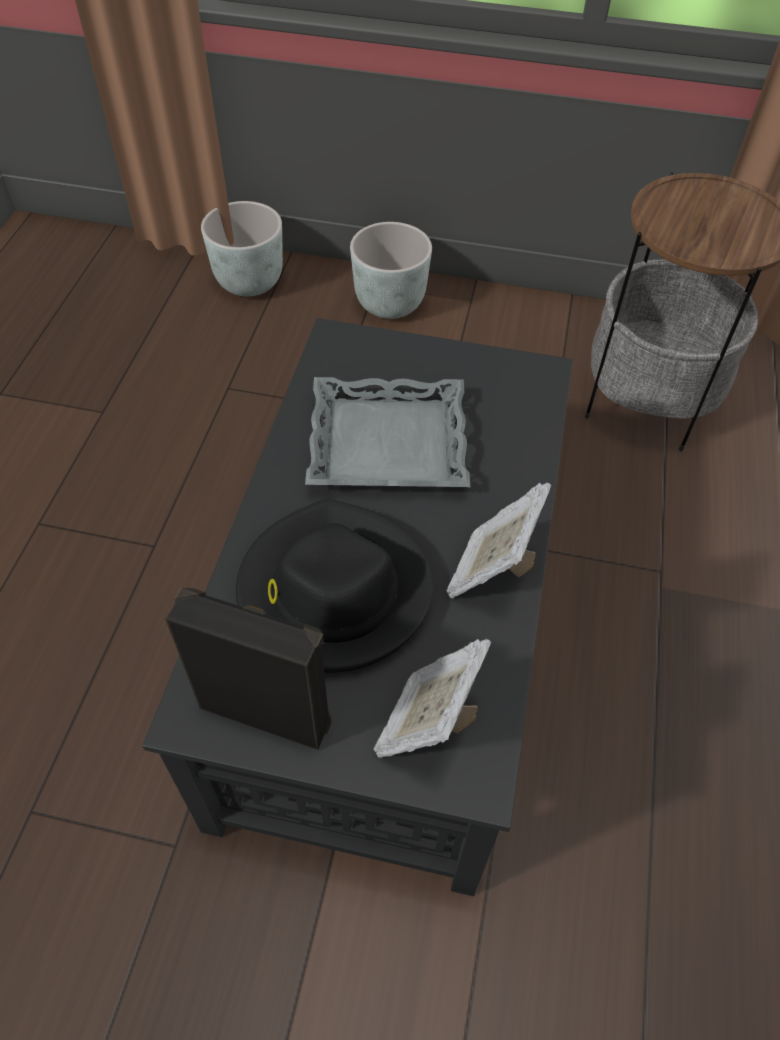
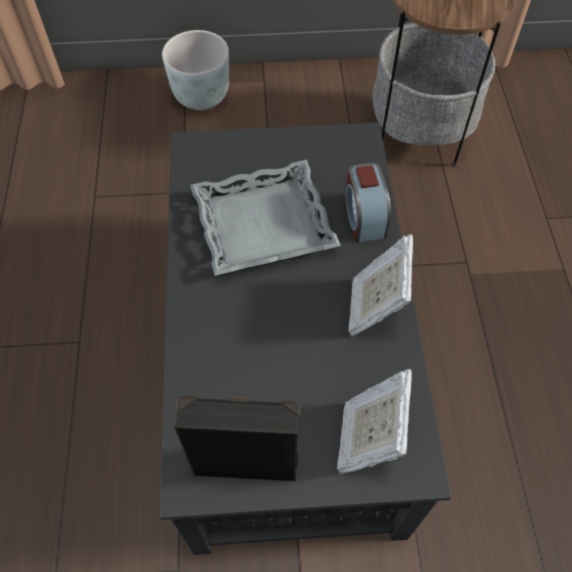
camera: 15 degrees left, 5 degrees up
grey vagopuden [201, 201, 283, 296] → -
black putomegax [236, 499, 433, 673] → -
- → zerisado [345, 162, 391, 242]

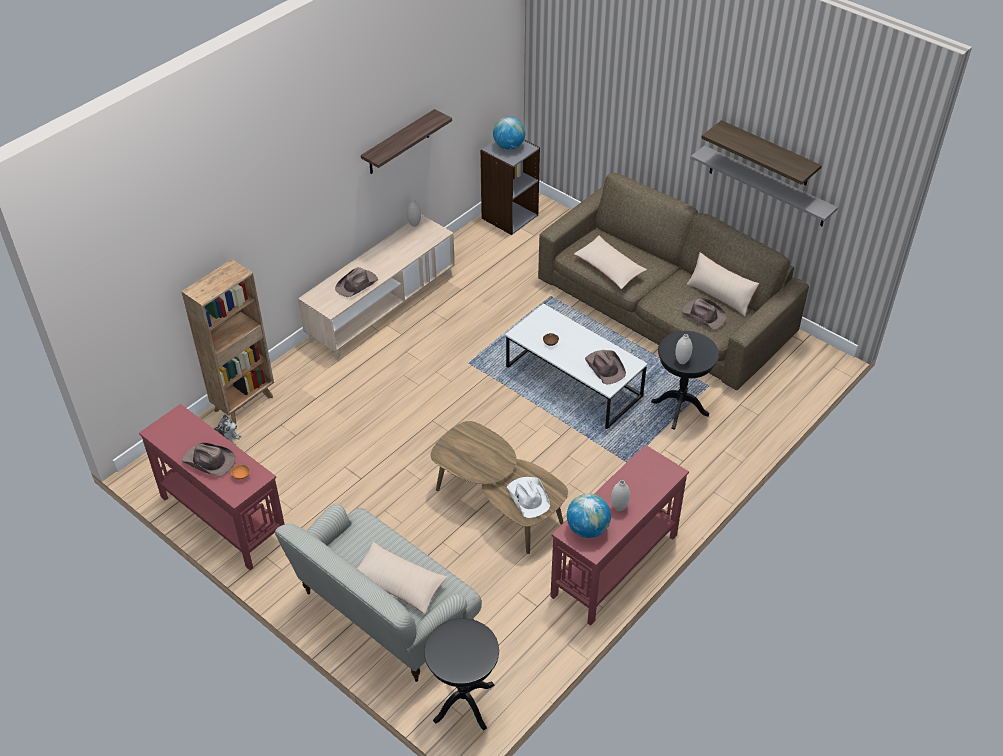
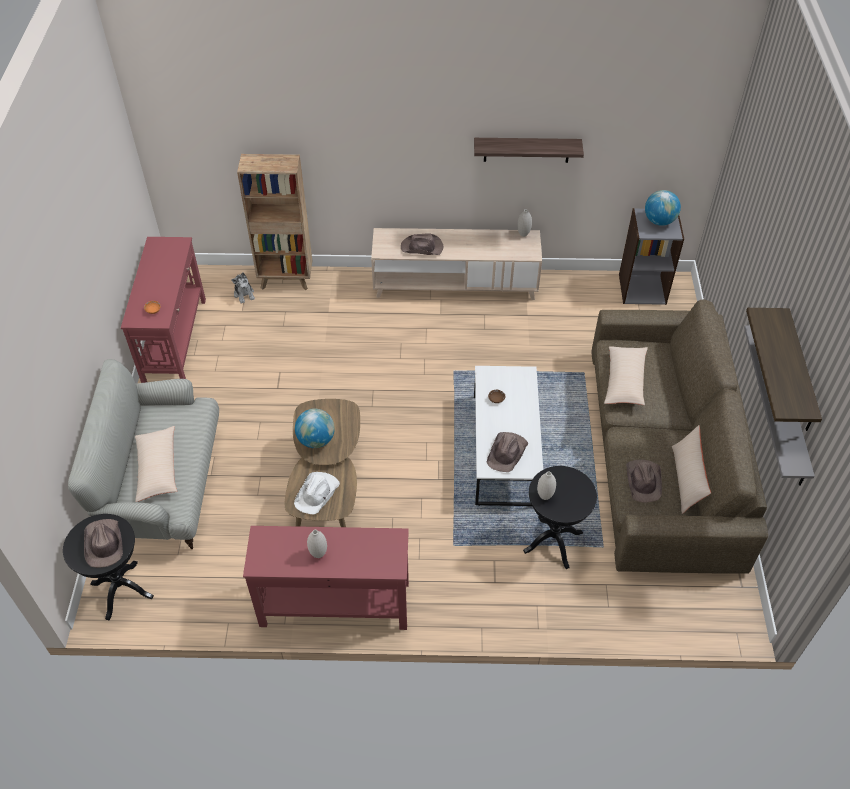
camera: 50 degrees right, 5 degrees up
brown putomegax [182, 442, 235, 477] → brown putomegax [84, 519, 123, 568], shifted
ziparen [567, 493, 611, 538] → ziparen [295, 409, 335, 448], shifted

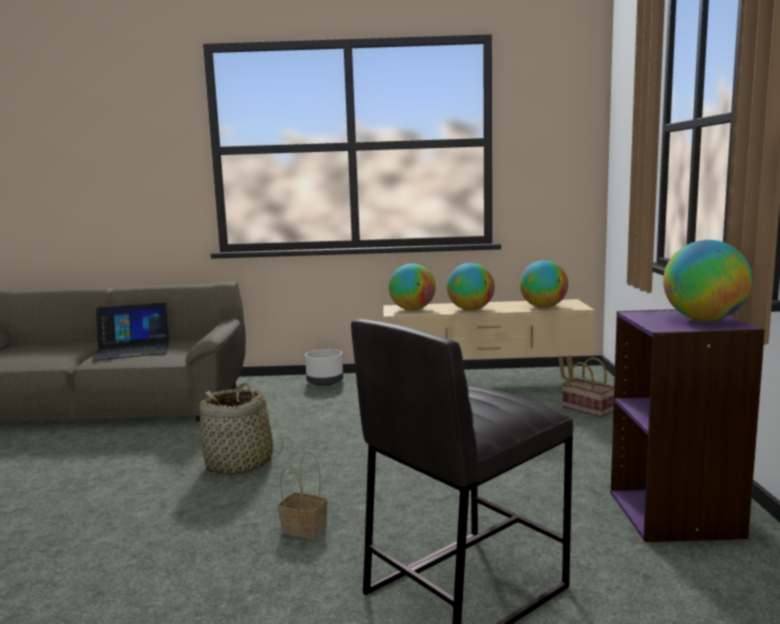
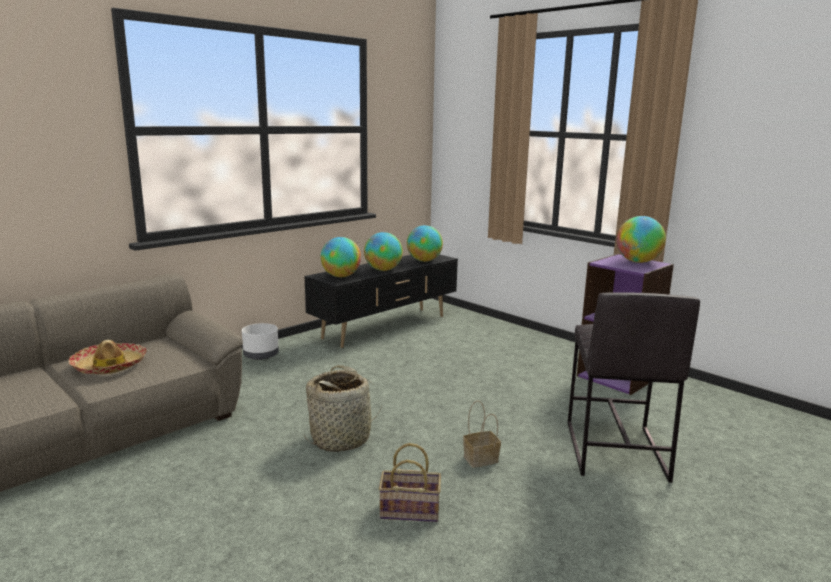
camera: 45 degrees left, 5 degrees up
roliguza [93, 302, 169, 361] → putomegax [69, 340, 147, 374]
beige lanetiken [383, 299, 595, 379] → black lanetiken [305, 254, 458, 348]
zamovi [562, 357, 614, 418] → zamovi [379, 443, 441, 522], shifted

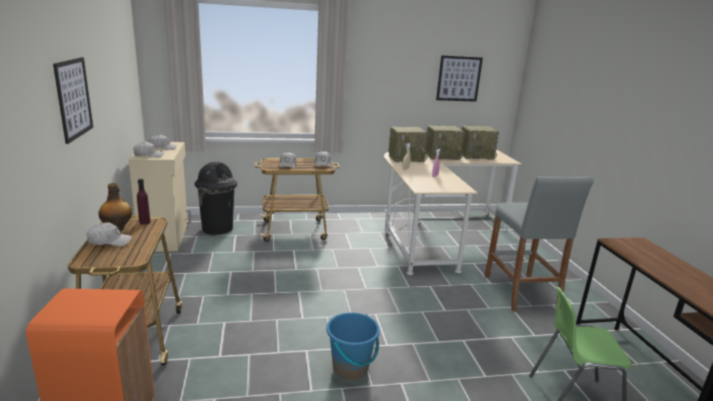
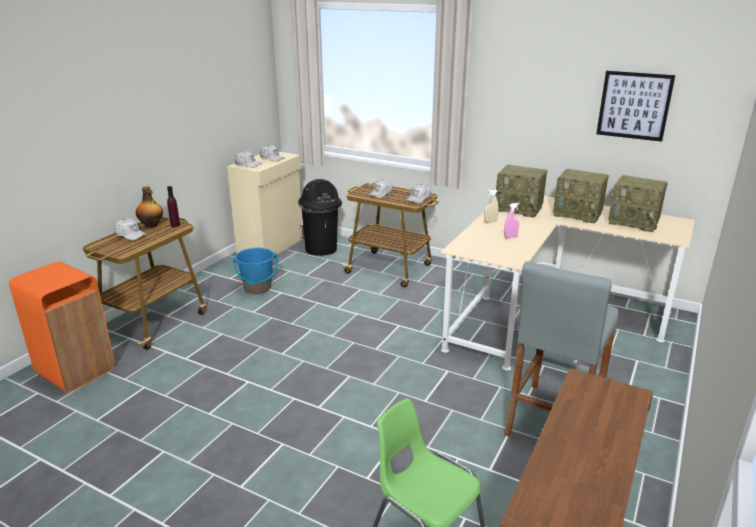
camera: 40 degrees right, 5 degrees up
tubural [53, 57, 93, 144] → -
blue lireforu [326, 312, 380, 380] → blue lireforu [233, 248, 278, 294], shifted

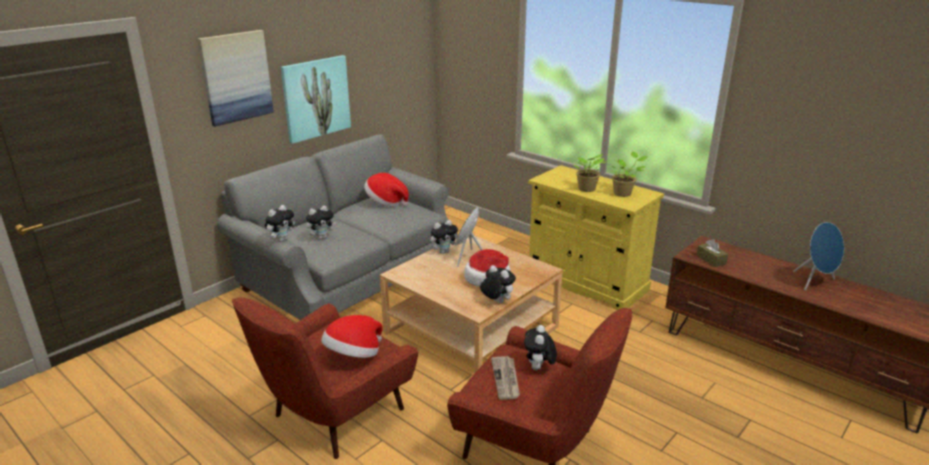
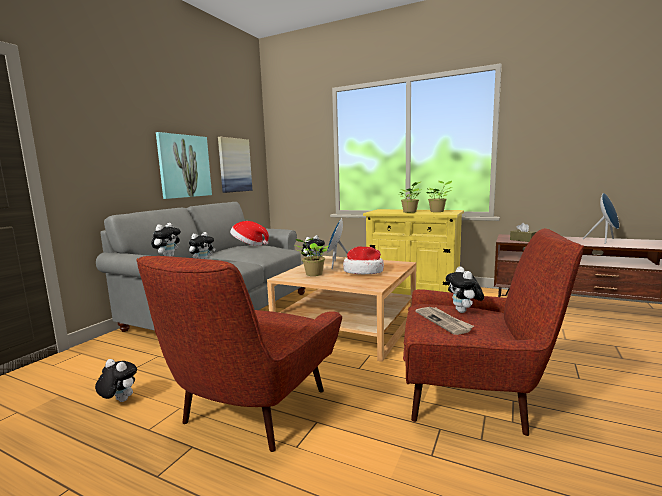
camera: 15 degrees left, 15 degrees down
tubural [198, 30, 274, 127] → tubural [218, 137, 252, 193], shifted
putomegax [321, 315, 383, 358] → -
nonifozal [480, 265, 516, 303] → nonifozal [95, 359, 137, 402], shifted
- → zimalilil [295, 238, 329, 276]

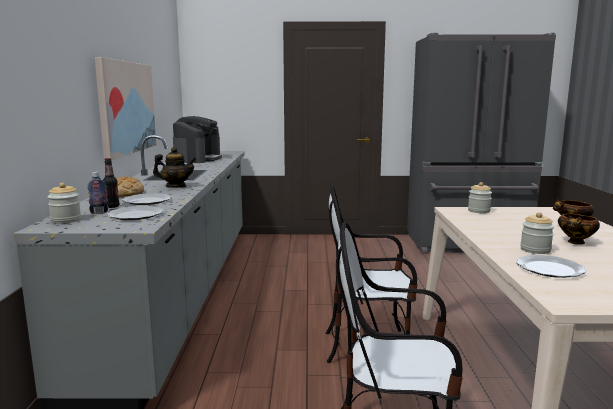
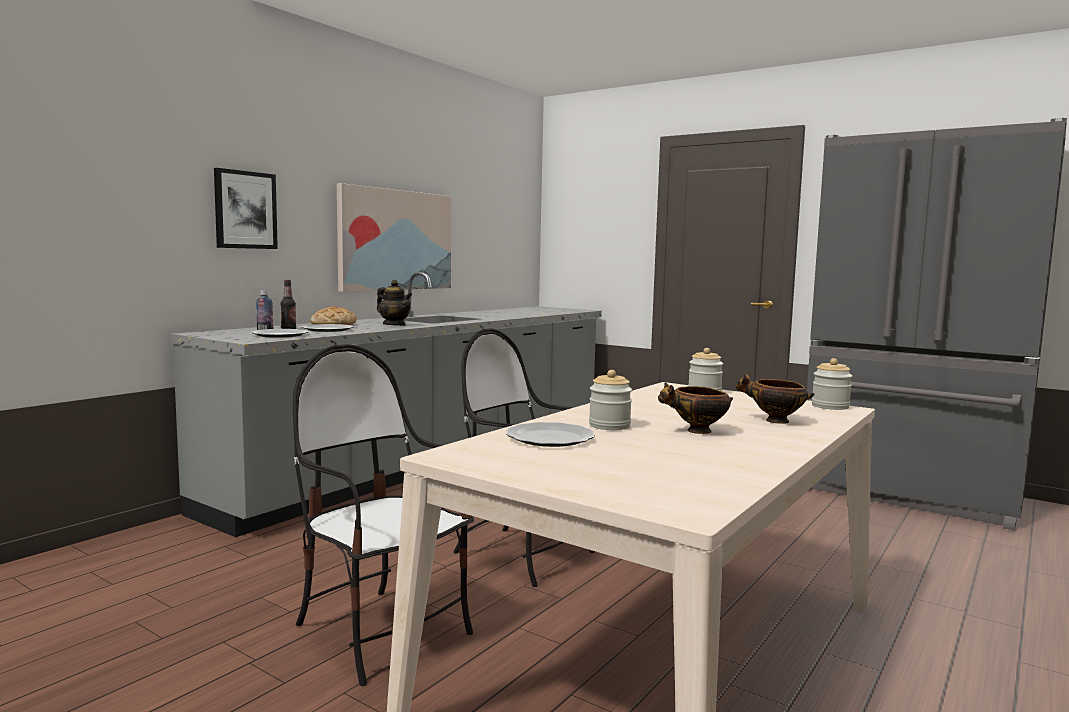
camera: 35 degrees right, 5 degrees down
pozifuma [47, 183, 81, 224] → pozifuma [812, 358, 852, 410], shifted
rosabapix [173, 116, 222, 163] → -
- → tubural [214, 168, 278, 249]

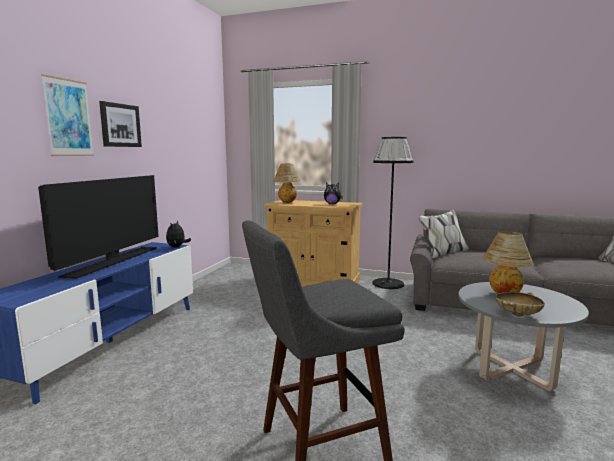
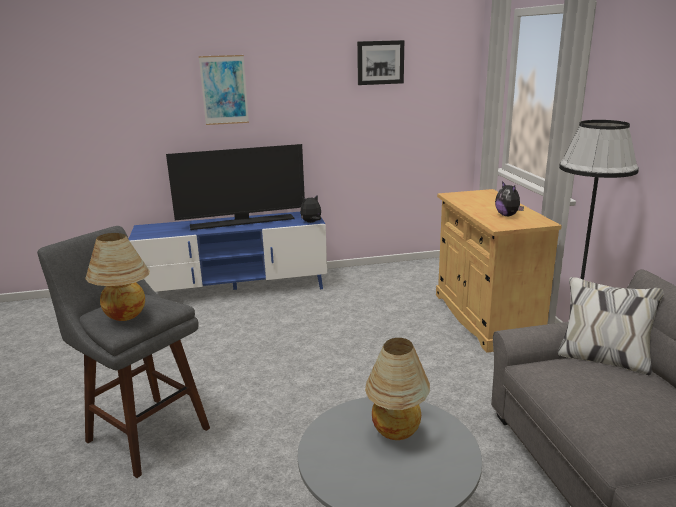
camera: 60 degrees right, 10 degrees up
tubural [99, 101, 142, 147] → tubural [357, 40, 404, 85], shifted
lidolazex [273, 164, 300, 203] → lidolazex [85, 233, 149, 321], shifted
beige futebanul [495, 292, 545, 317] → -

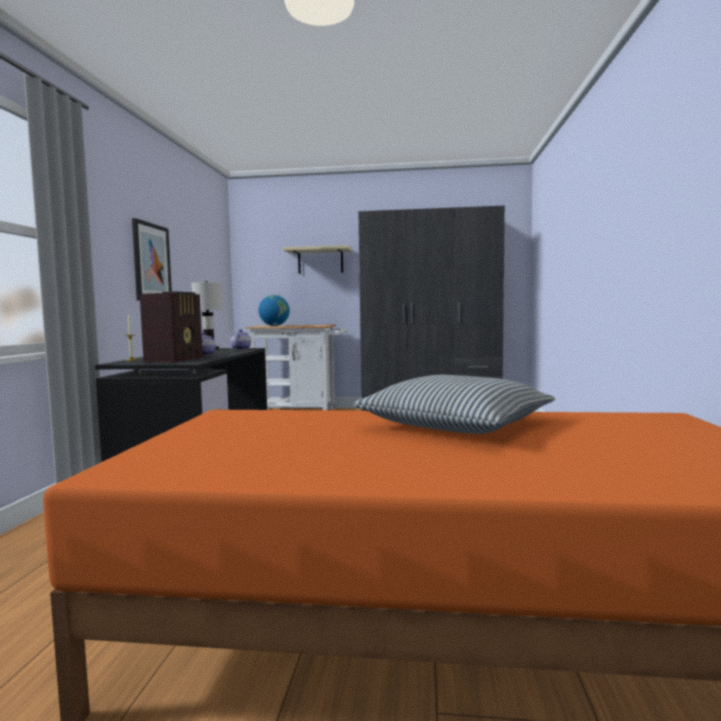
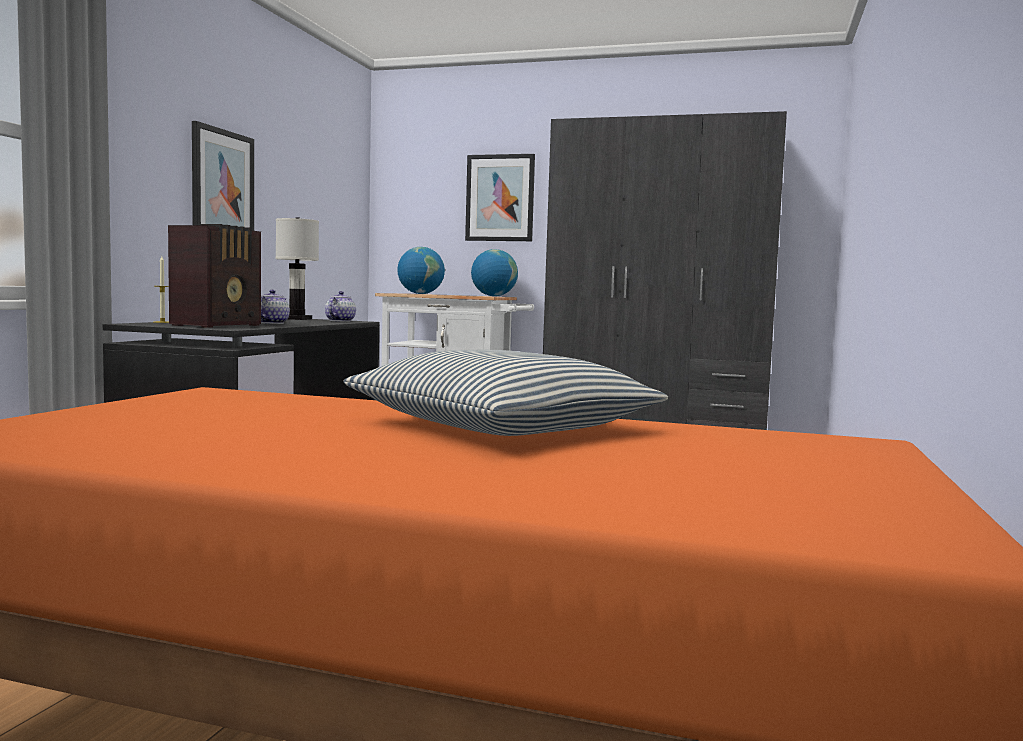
camera: 10 degrees right, 0 degrees up
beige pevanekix [282, 245, 352, 274] → tubural [465, 154, 535, 241]
- → ziparen [471, 249, 518, 296]

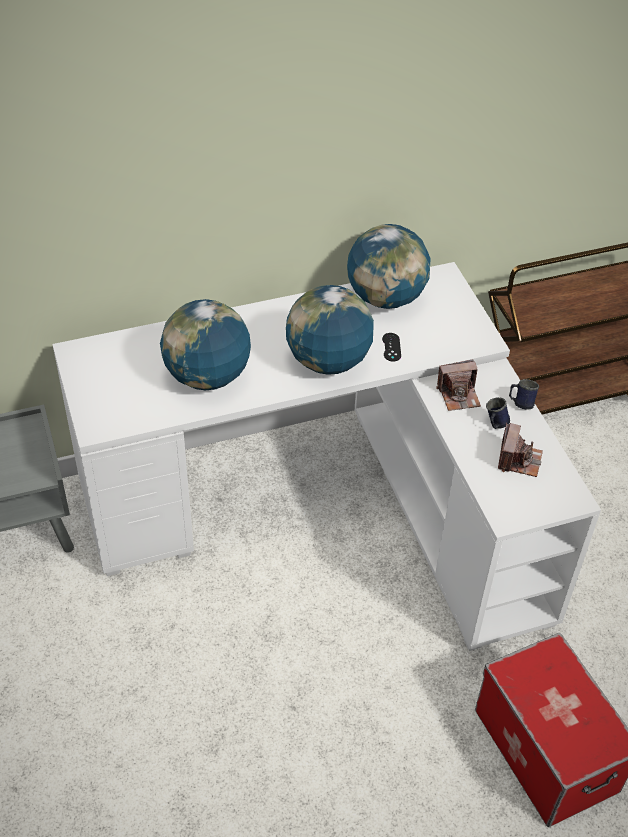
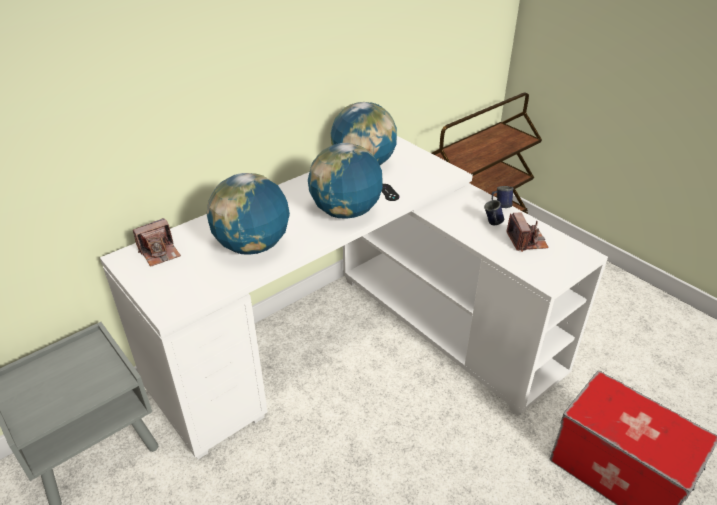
camera: 20 degrees left, 10 degrees down
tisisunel [436, 359, 481, 411] → tisisunel [133, 218, 181, 267], shifted

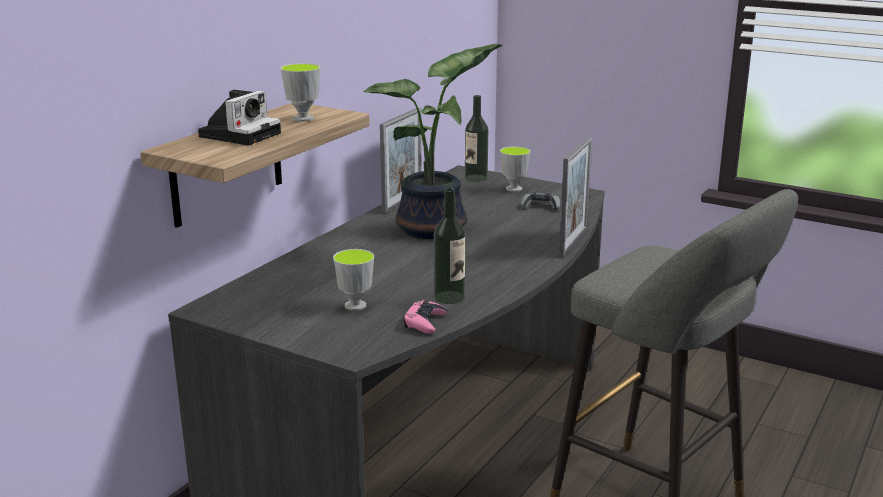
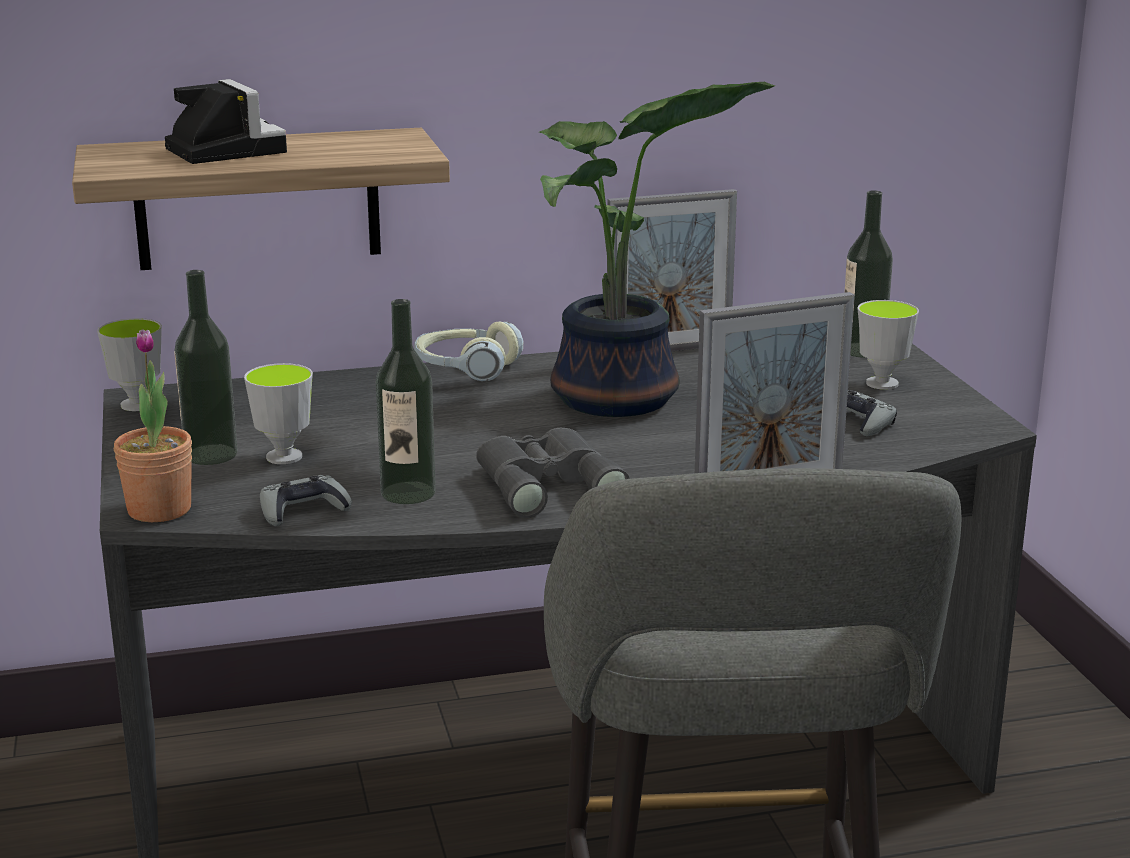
camera: 45 degrees right, 0 degrees up
tisisunel [198, 90, 281, 146] → tisisunel [165, 79, 287, 164], 105 degrees counterclockwise
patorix [280, 63, 320, 121] → patorix [97, 318, 162, 411], shifted
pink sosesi [404, 300, 448, 334] → grey sosesi [260, 475, 352, 526]
- → zimalilil [114, 330, 192, 522]
- → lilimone [174, 270, 237, 465]
- → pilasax [414, 322, 523, 382]
- → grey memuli [476, 428, 630, 518]

